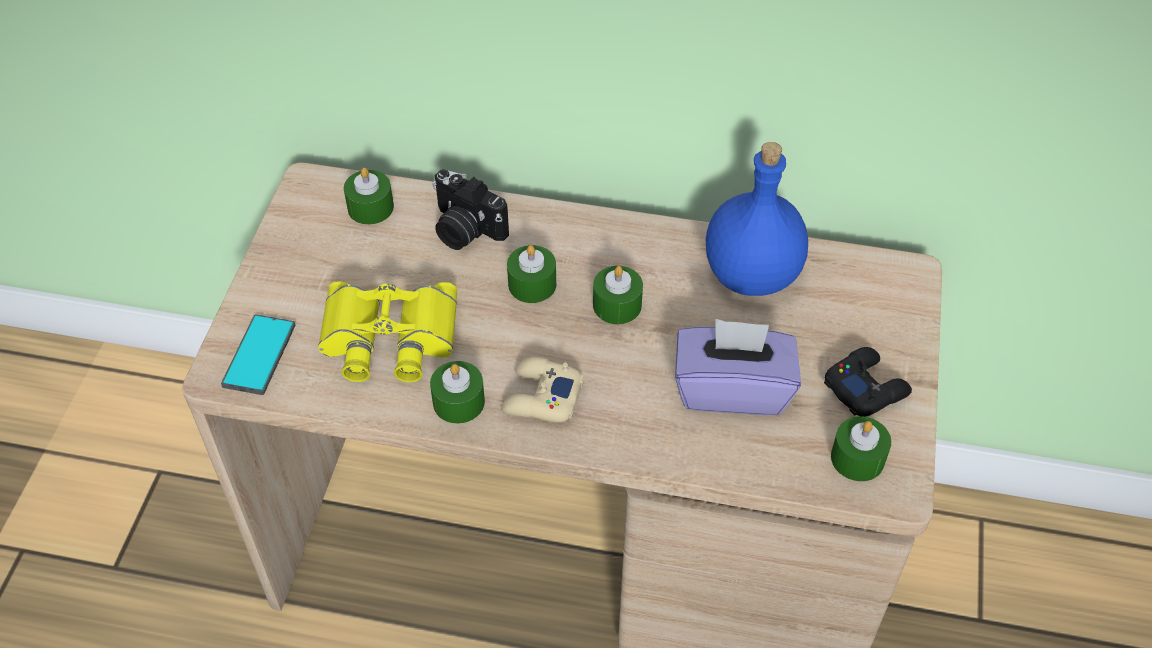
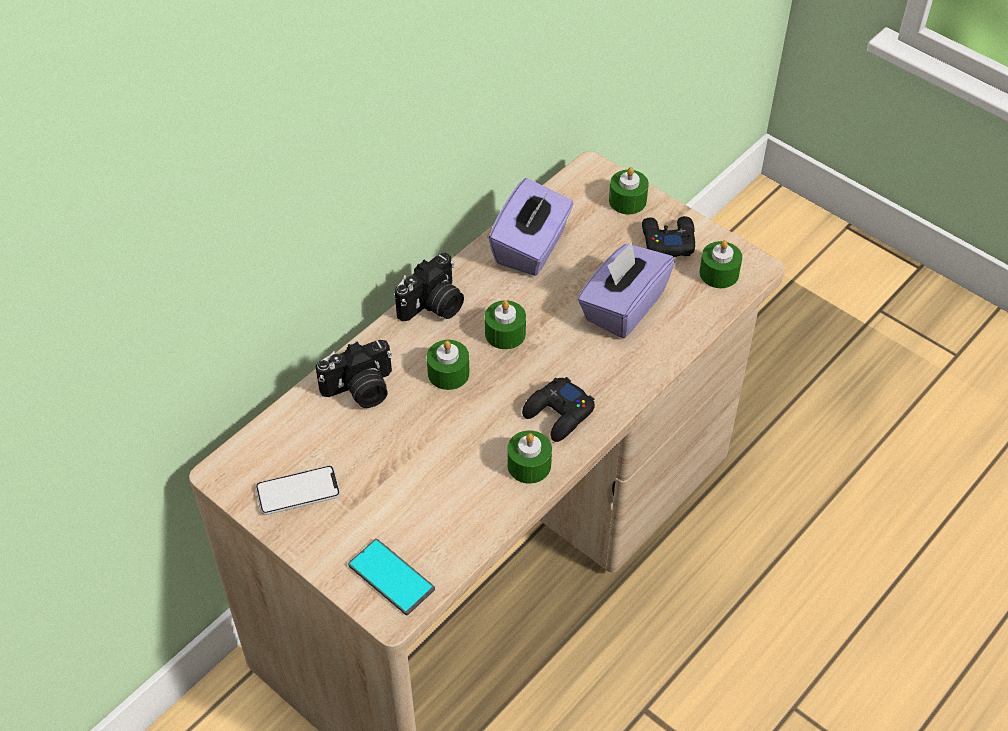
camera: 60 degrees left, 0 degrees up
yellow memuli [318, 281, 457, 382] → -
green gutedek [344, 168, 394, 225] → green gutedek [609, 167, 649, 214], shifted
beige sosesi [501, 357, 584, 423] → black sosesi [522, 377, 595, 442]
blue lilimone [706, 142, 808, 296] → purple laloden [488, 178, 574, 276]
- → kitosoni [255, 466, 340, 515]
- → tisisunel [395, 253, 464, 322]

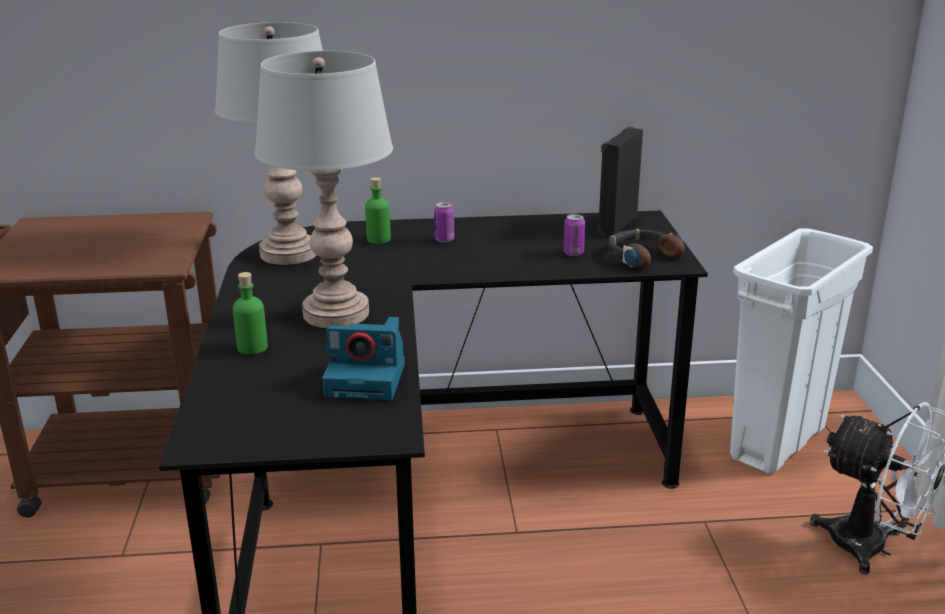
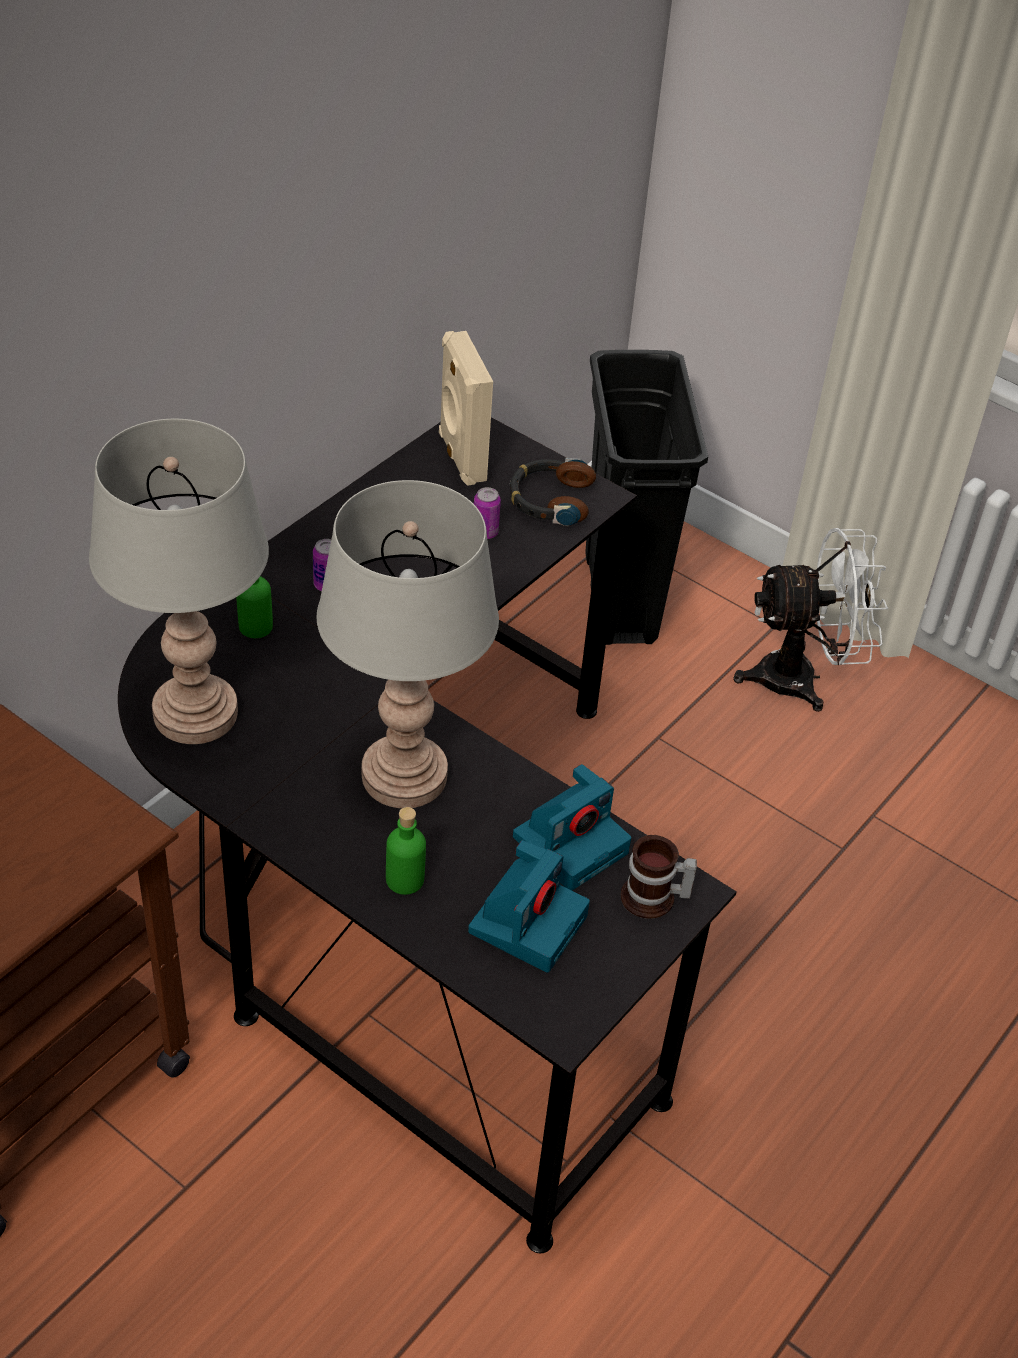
camera: 50 degrees left, 20 degrees up
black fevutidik [597, 127, 643, 236] → beige fevutidik [439, 331, 493, 486]
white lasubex [730, 228, 873, 474] → black lasubex [585, 350, 708, 645]
- → tisisunel [468, 840, 590, 973]
- → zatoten [621, 835, 697, 919]

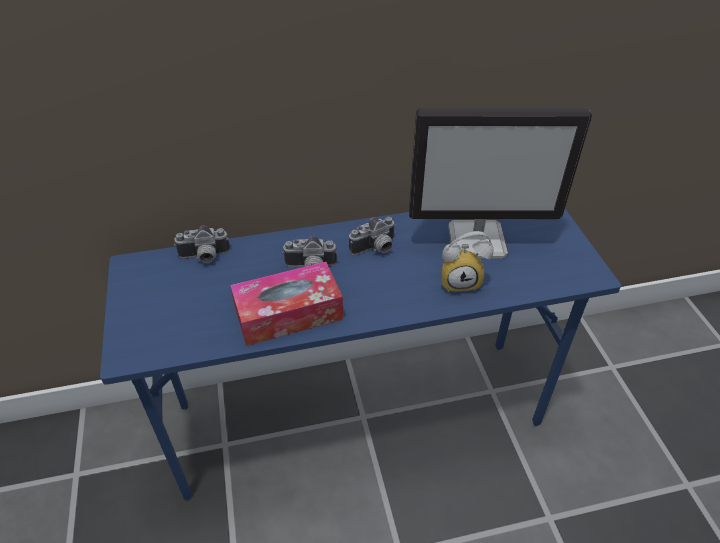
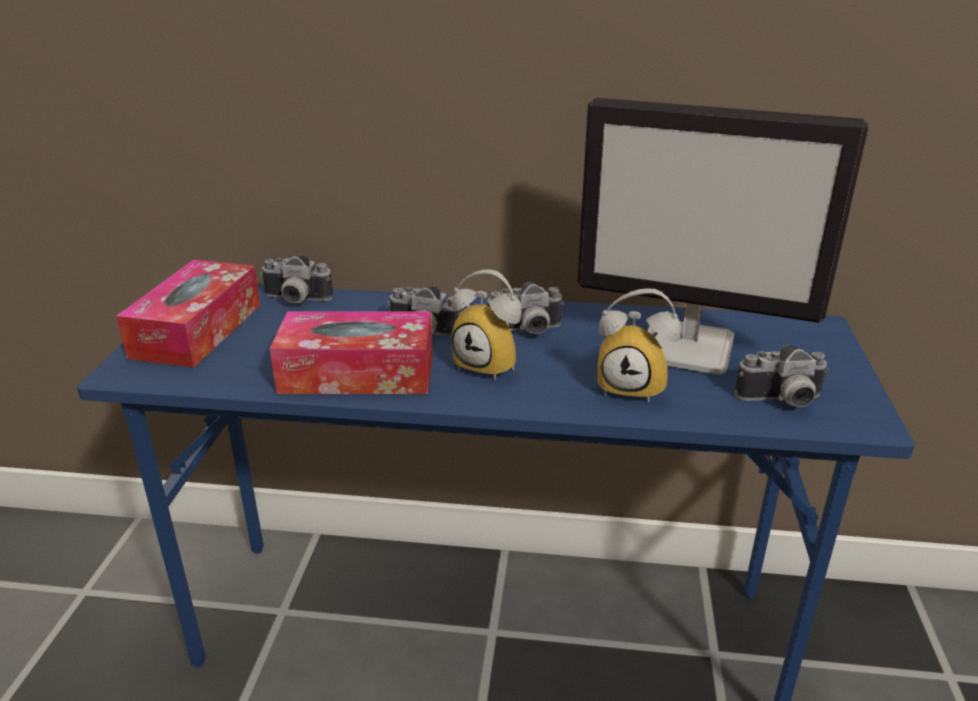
camera: 20 degrees right, 15 degrees down
- → laloden [116, 260, 260, 368]
- → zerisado [451, 270, 522, 381]
- → tisisunel [735, 345, 830, 407]

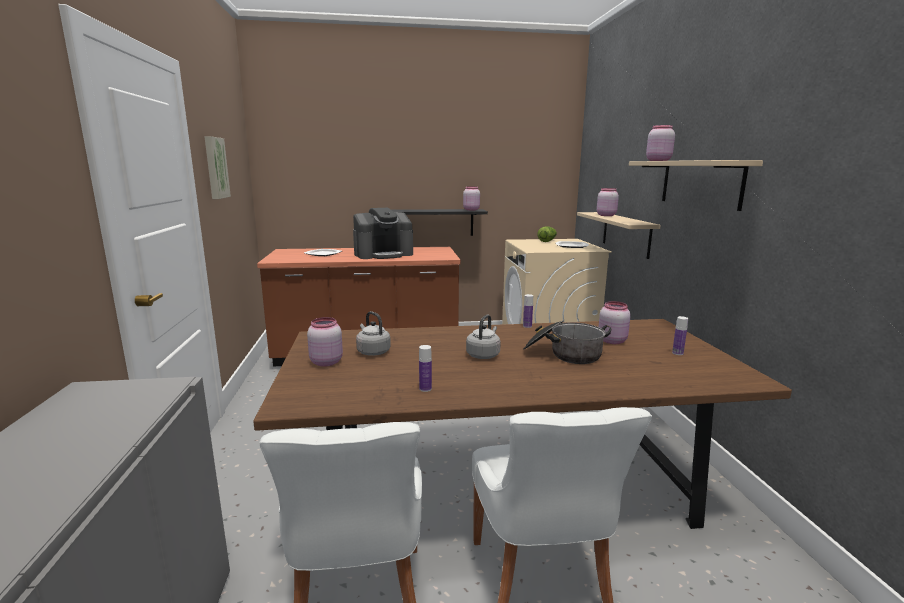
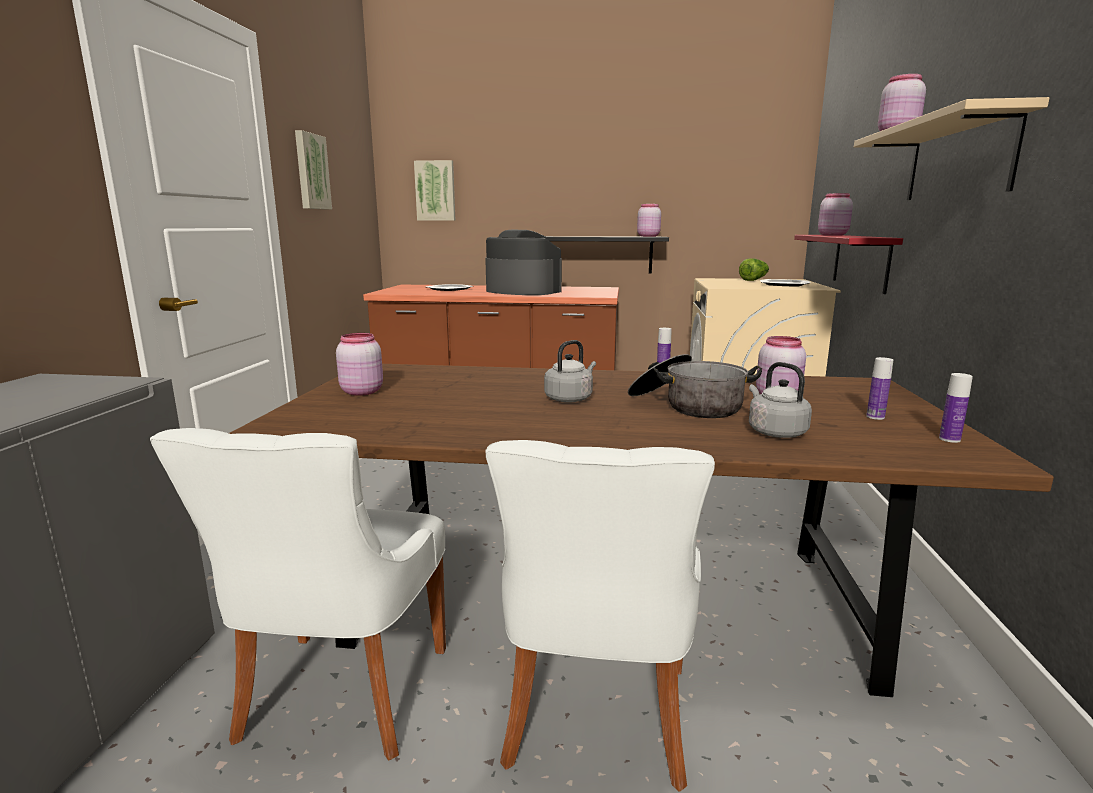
camera: 15 degrees right, 0 degrees up
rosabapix [353, 208, 413, 259] → rosabapix [485, 230, 562, 295], 135 degrees counterclockwise
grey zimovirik [356, 311, 391, 356] → grey zimovirik [749, 362, 812, 438], shifted
lilimone [419, 345, 432, 392] → lilimone [939, 373, 973, 443], shifted
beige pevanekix [577, 212, 661, 259] → red pevanekix [794, 235, 903, 294]
- → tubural [414, 160, 456, 221]

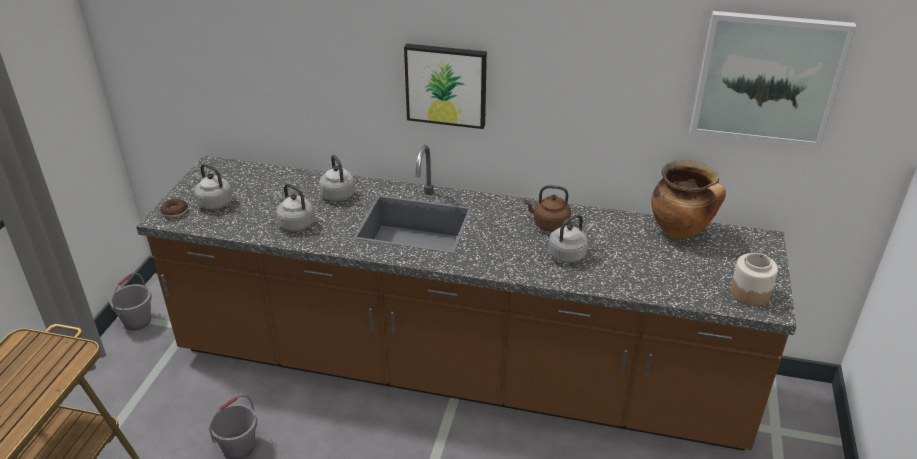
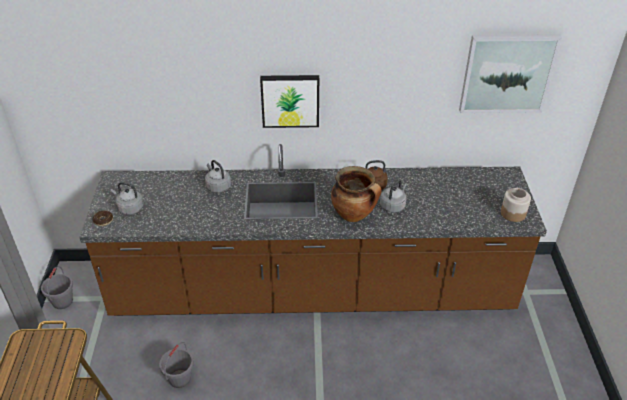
camera: 15 degrees left, 5 degrees up
grey zimovirik [276, 183, 315, 231] → -
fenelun [651, 160, 726, 239] → fenelun [331, 166, 382, 222], shifted

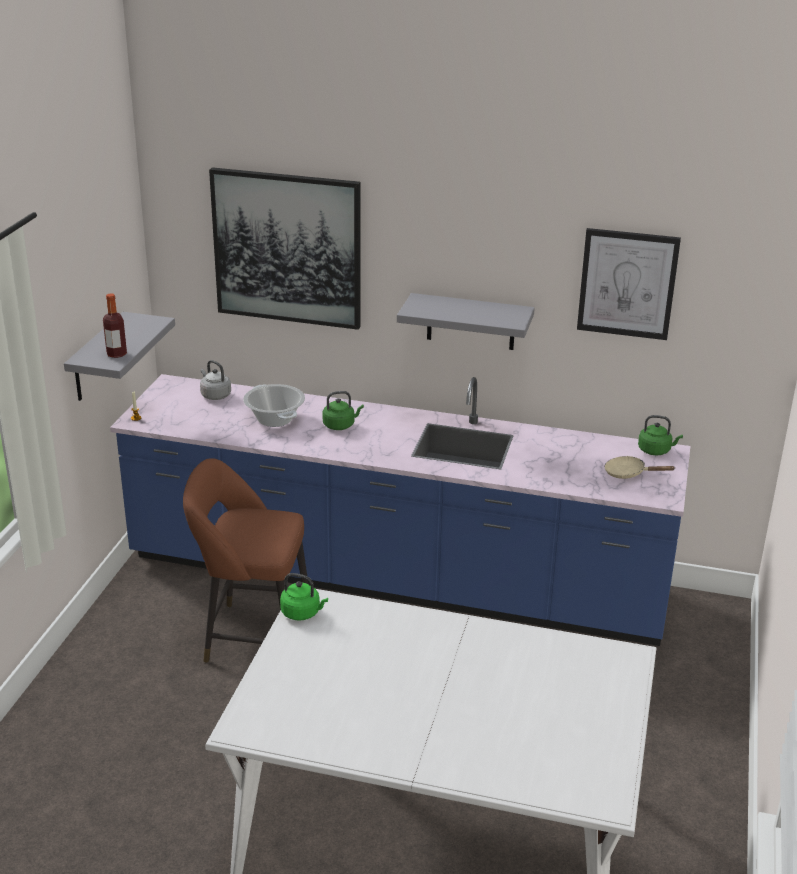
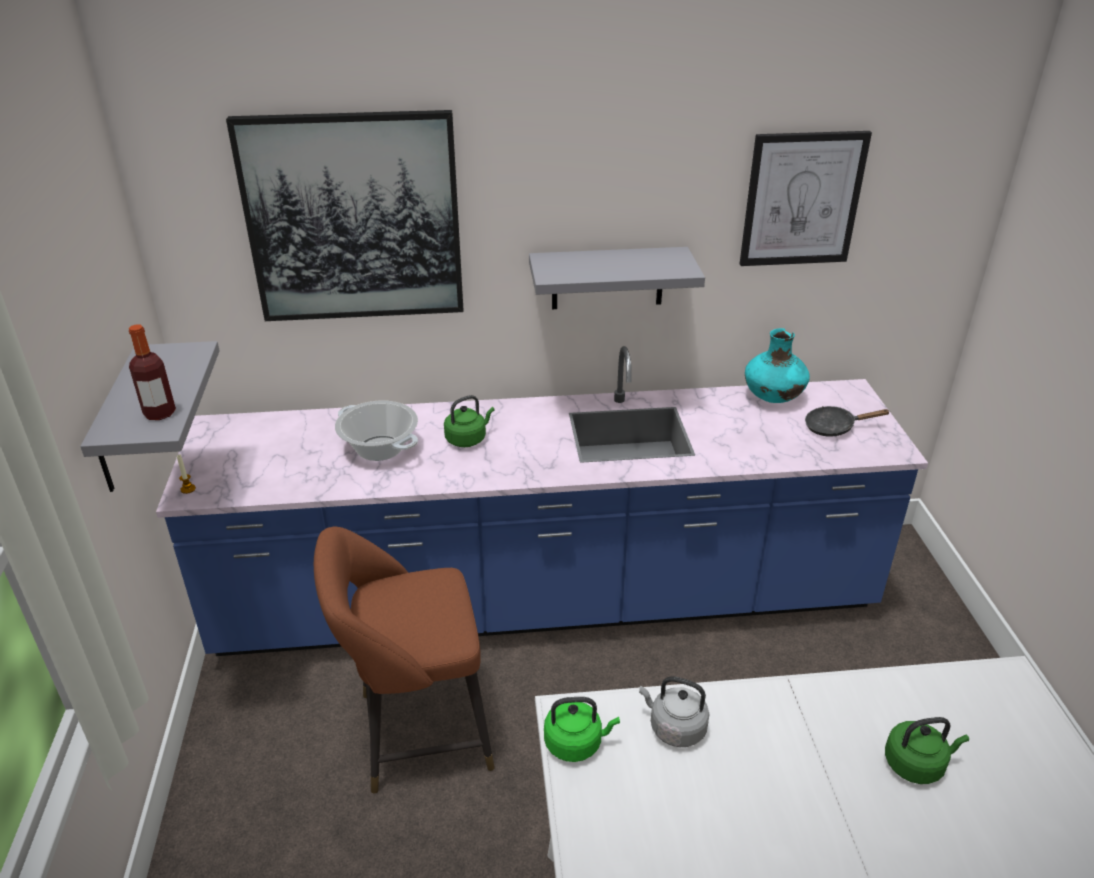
camera: 20 degrees left, 5 degrees up
grey zimovirik [200, 360, 231, 400] → grey zimovirik [639, 676, 709, 747], shifted
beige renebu [604, 456, 676, 479] → black renebu [805, 406, 890, 437]
green zimovirik [638, 415, 683, 455] → green zimovirik [885, 717, 969, 784], shifted
- → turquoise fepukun [745, 328, 810, 403]

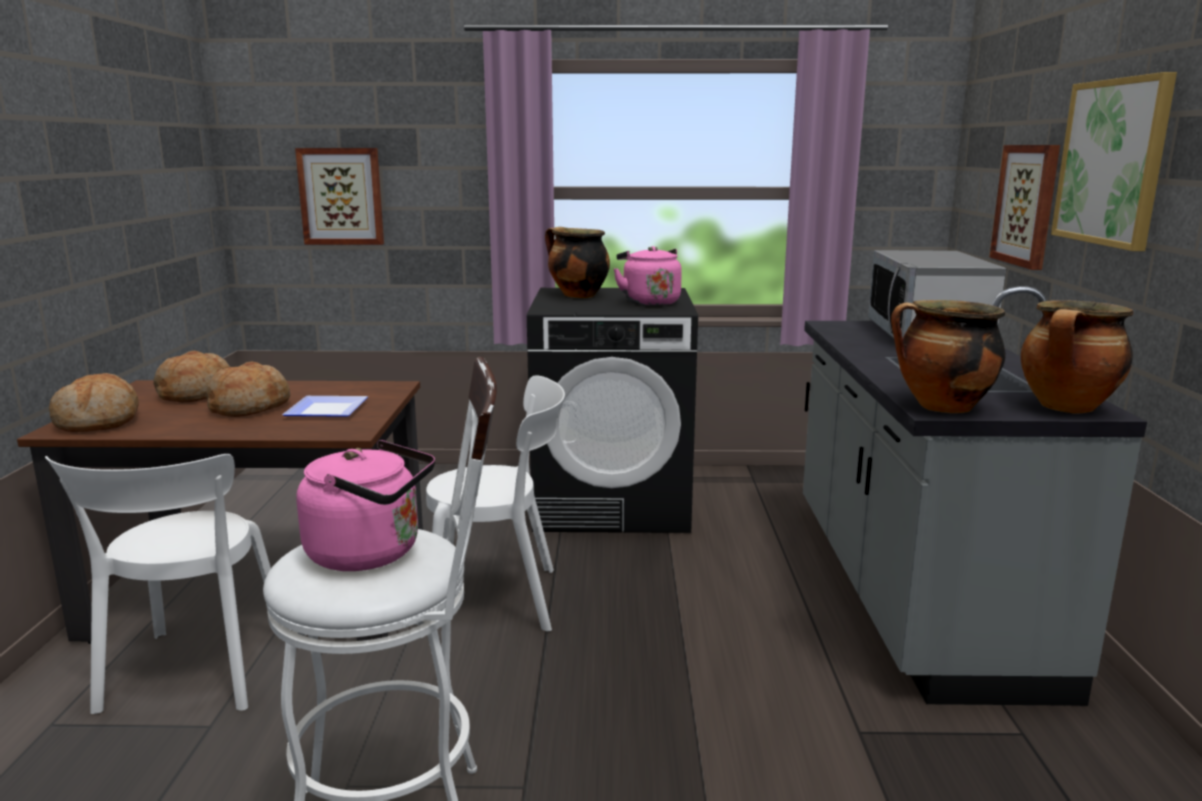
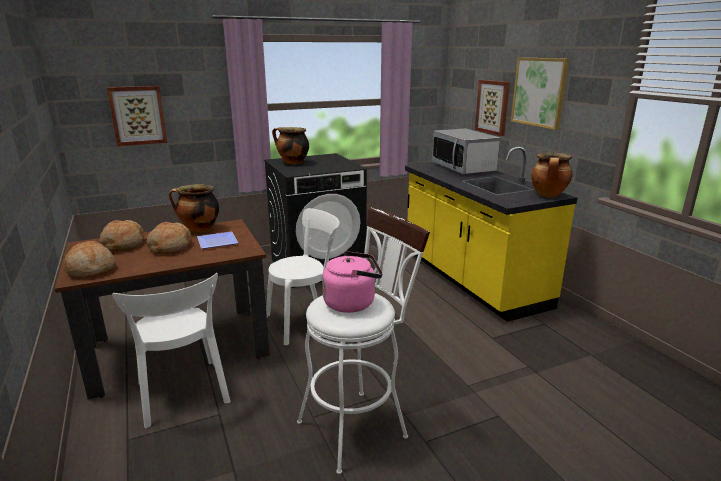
camera: 25 degrees left, 5 degrees up
pink zimovirik [614, 246, 682, 306] → -
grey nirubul [803, 286, 1147, 706] → yellow nirubul [405, 146, 577, 322]
fenelun [891, 300, 1005, 413] → fenelun [169, 184, 219, 232], shifted

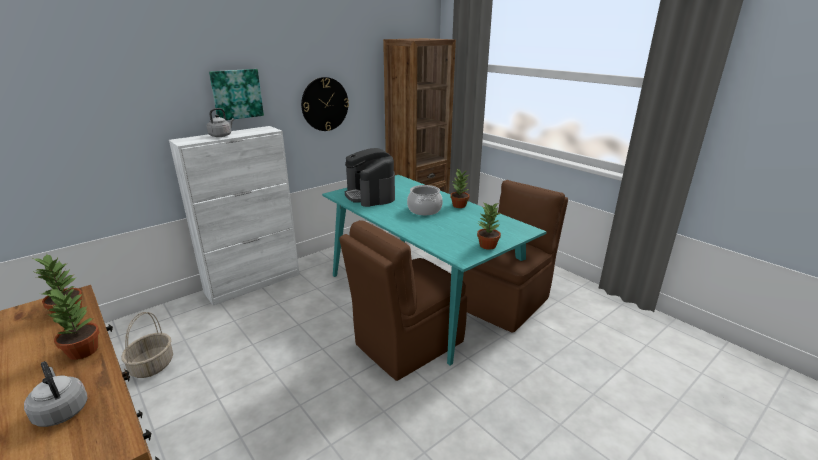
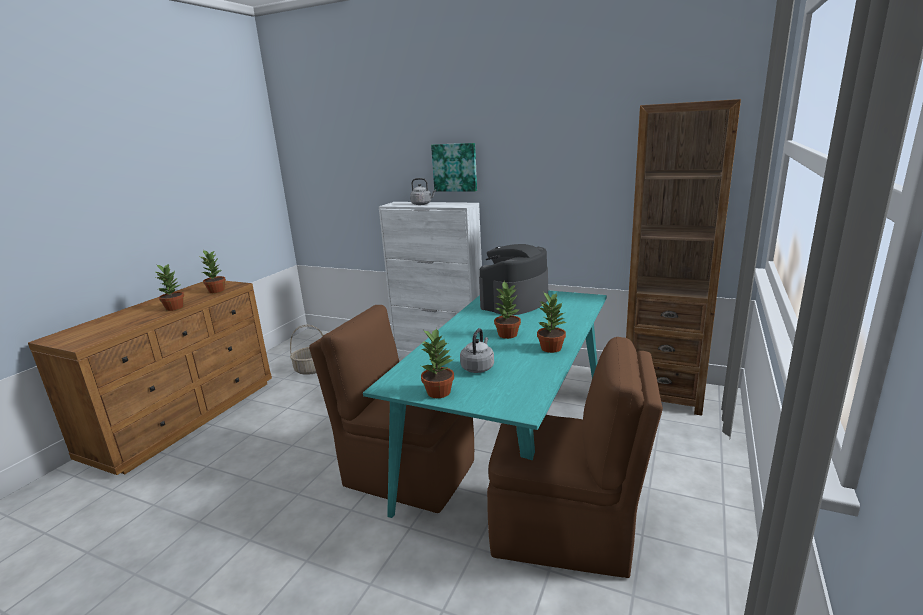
camera: 65 degrees right, 5 degrees down
grey zimovirik [24, 361, 87, 427] → grey zimovirik [460, 328, 494, 373], shifted
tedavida [301, 77, 349, 131] → -
fenelun [407, 185, 443, 215] → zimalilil [494, 281, 521, 339]

